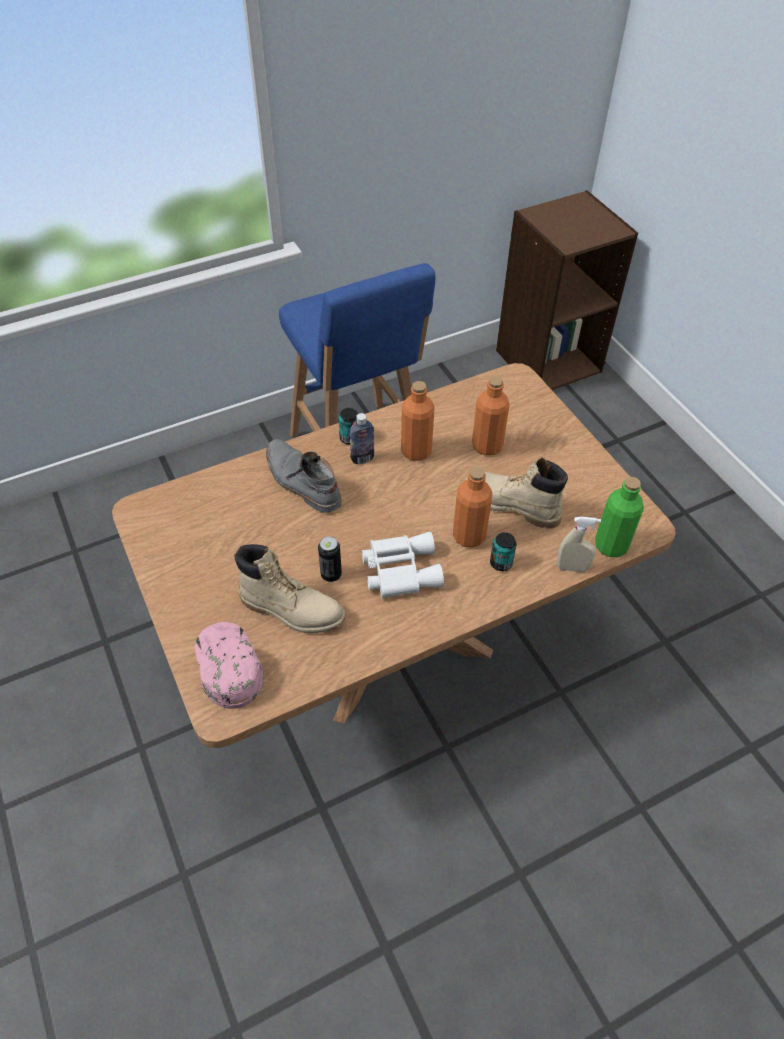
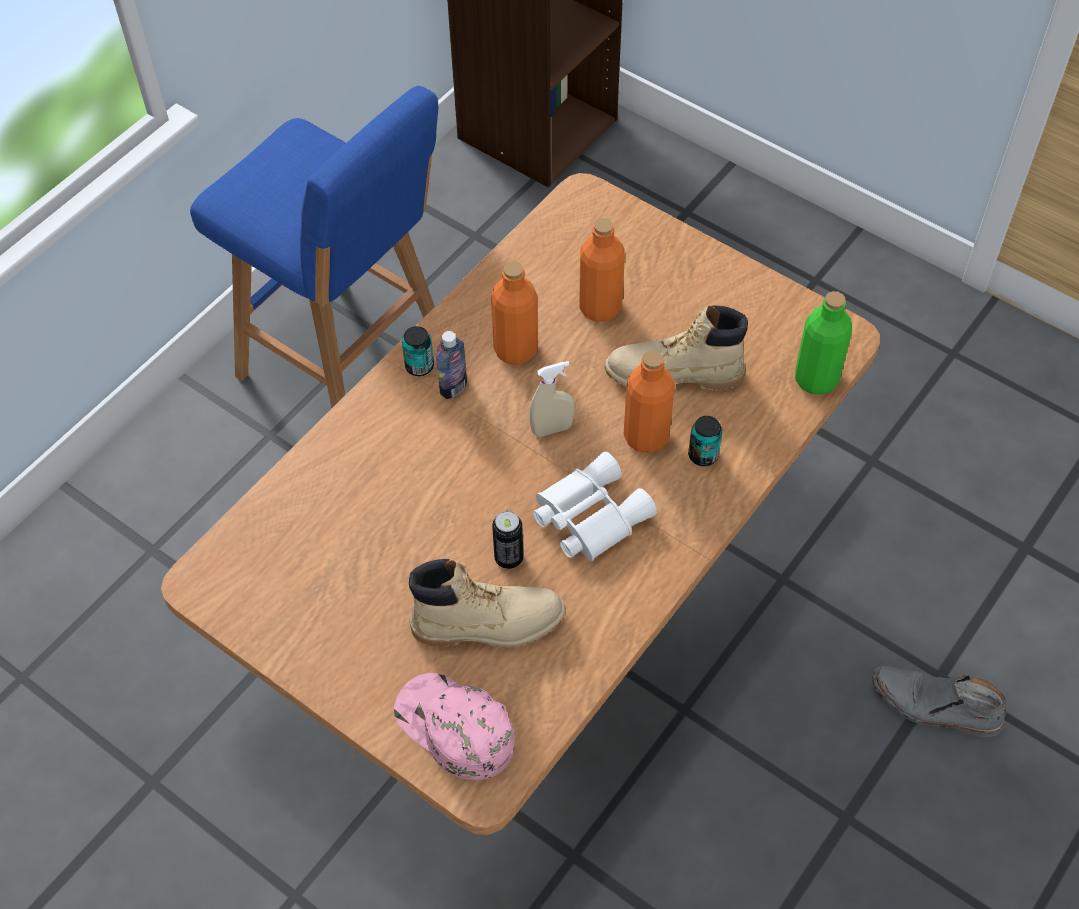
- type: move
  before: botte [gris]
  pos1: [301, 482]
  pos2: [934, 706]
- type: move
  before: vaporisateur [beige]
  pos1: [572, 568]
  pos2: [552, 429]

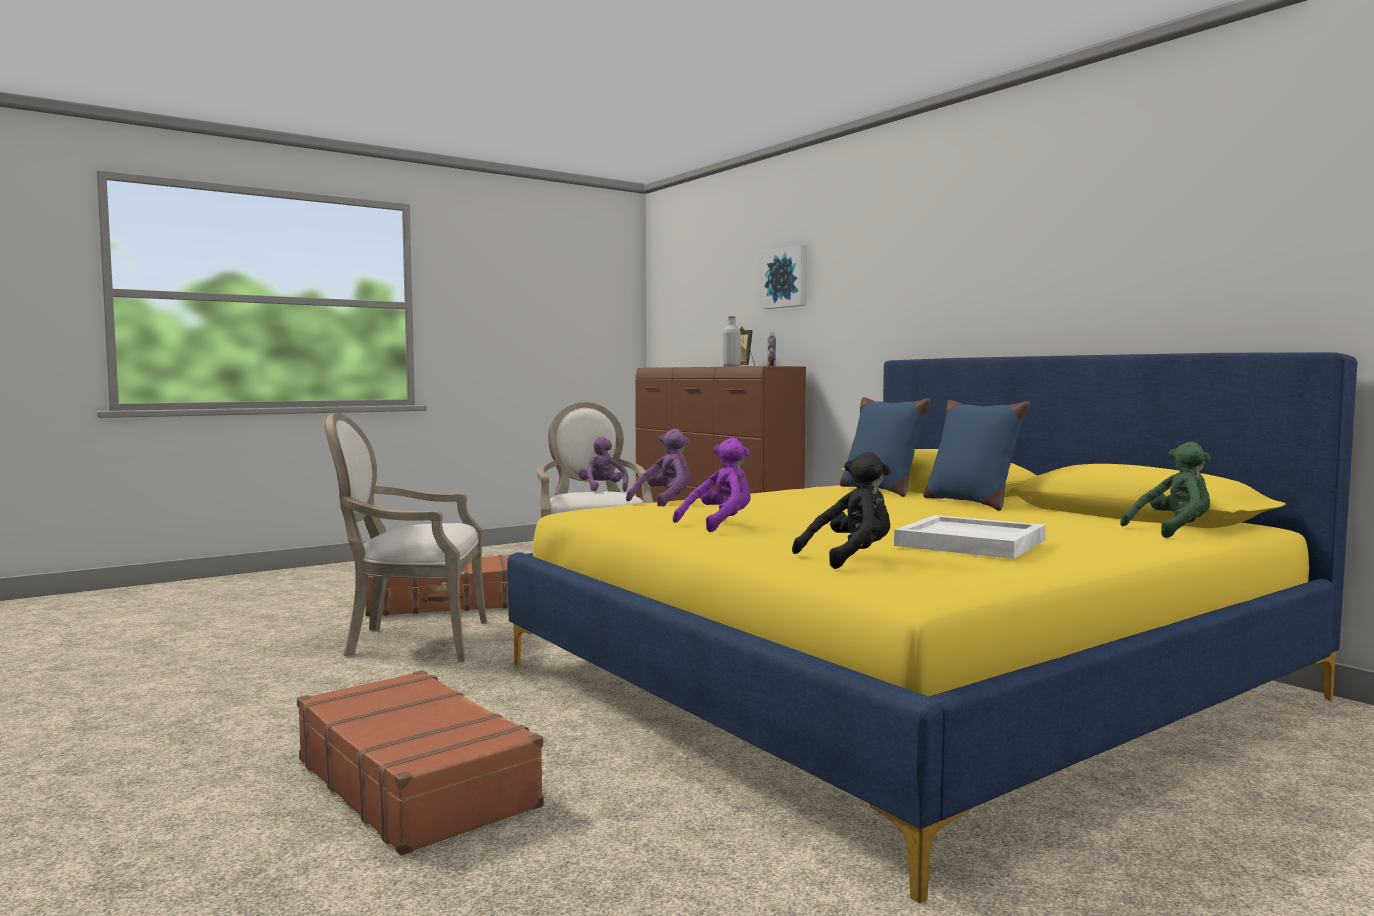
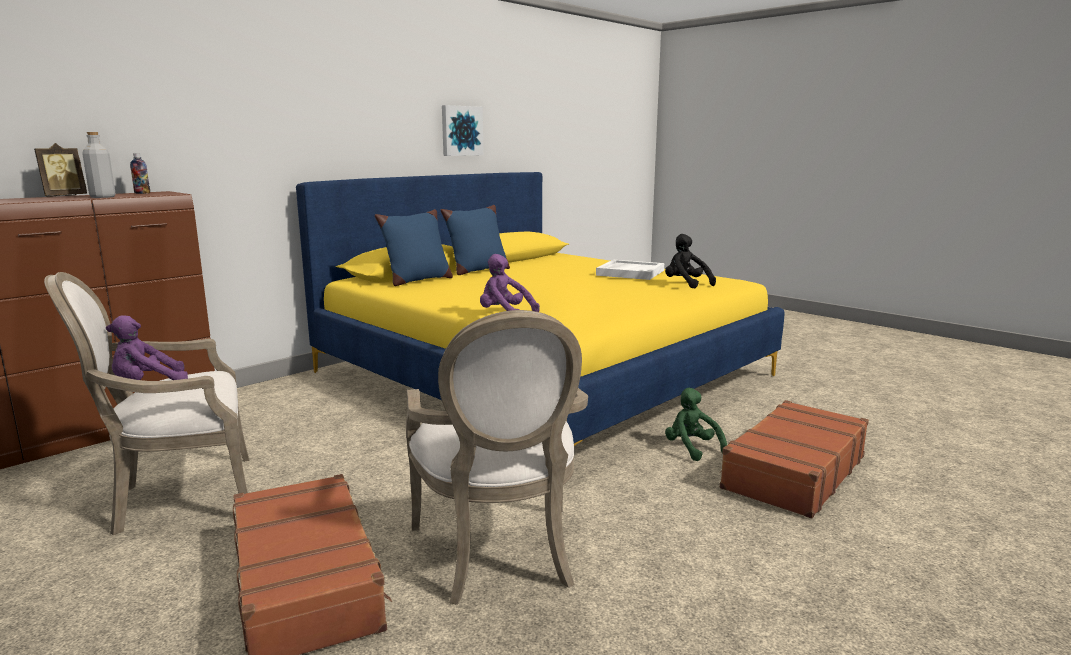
- type: delete
  before: peluche [violet]
  pos1: [719, 524]
- type: move
  before: tableau
  pos1: [786, 278]
  pos2: [461, 131]
- type: move
  before: peluche [vert]
  pos1: [1173, 531]
  pos2: [692, 448]

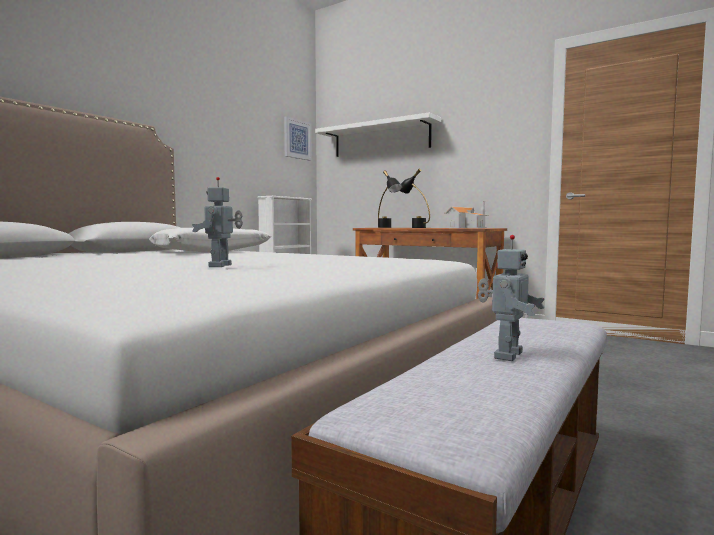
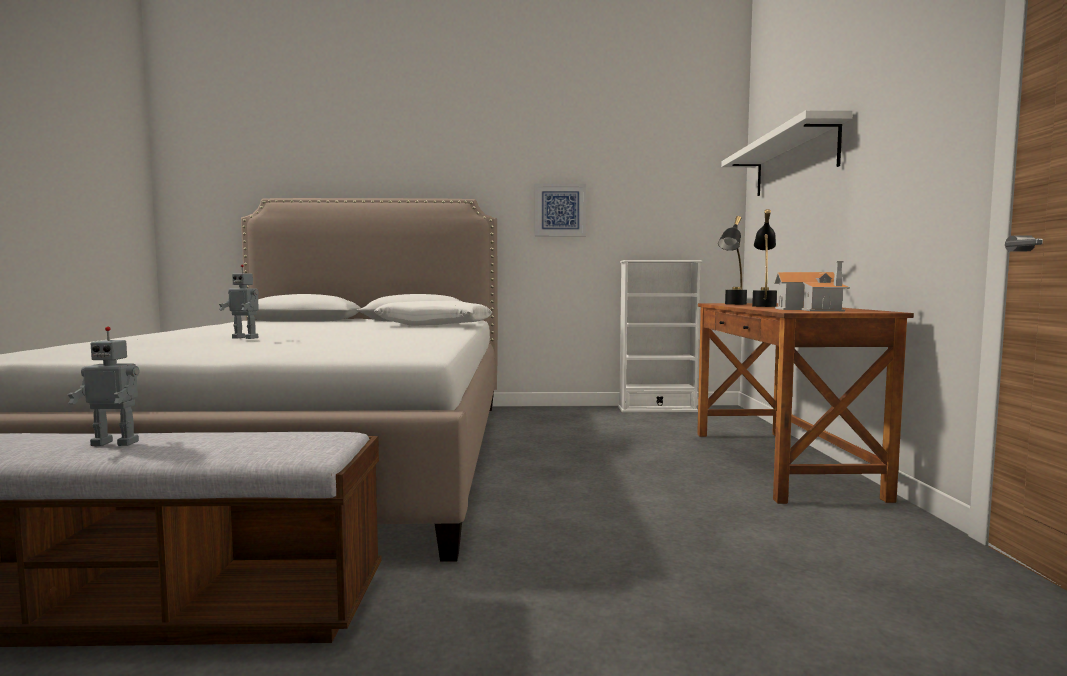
- type: rotate
  before: robot jouet
  pos1: [222, 266]
  pos2: [246, 338]
  turn: -135
- type: move
  before: tableau
  pos1: [297, 139]
  pos2: [560, 210]

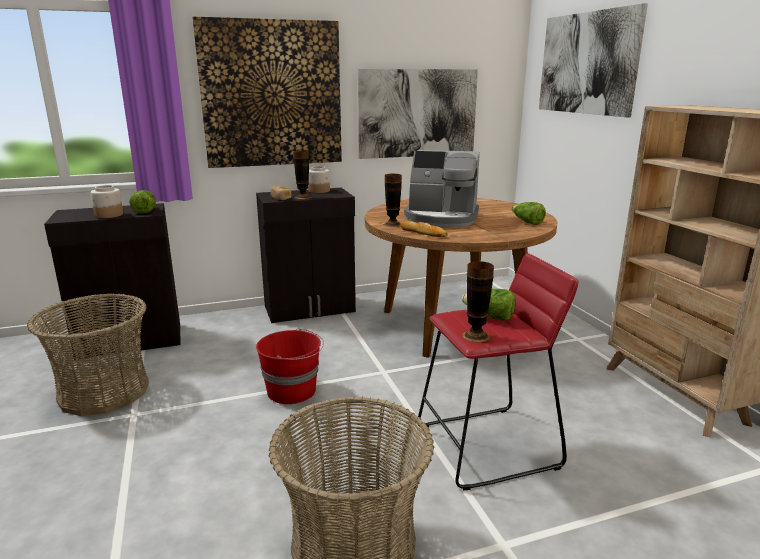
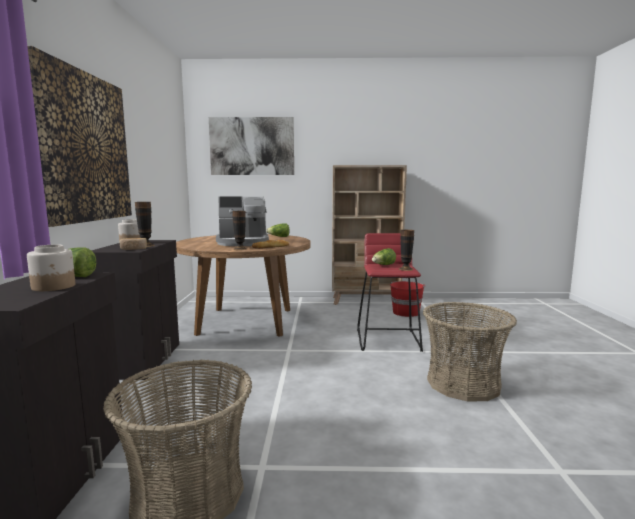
- type: move
  before: seau [rouge]
  pos1: [292, 391]
  pos2: [406, 312]
- type: delete
  before: tableau
  pos1: [418, 113]
- type: rotate
  before: machine à café
  pos1: [441, 218]
  pos2: [243, 243]
  turn: 45

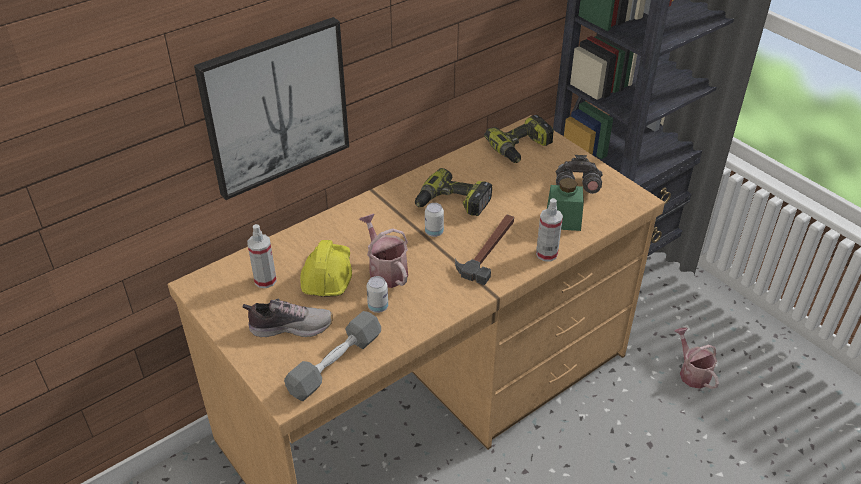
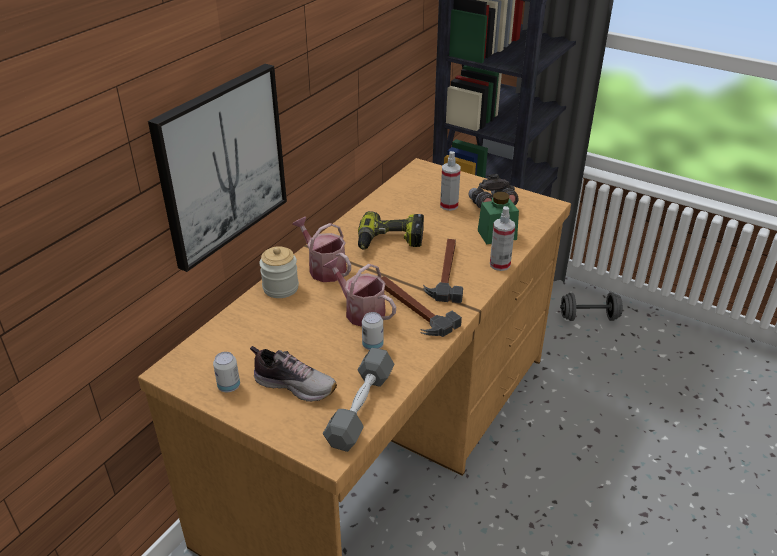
- type: rotate
  before: chaussure
  pos1: [290, 326]
  pos2: [295, 385]
  turn: 45
- type: move
  before: vaporisateur
  pos1: [265, 280]
  pos2: [449, 205]
- type: delete
  before: casque de chantier [jaune]
  pos1: [327, 276]
- type: move
  before: boîte métallique
  pos1: [434, 232]
  pos2: [229, 386]
- type: delete
  before: perceuse
  pos1: [521, 148]
- type: move
  before: arrosoir
  pos1: [692, 372]
  pos2: [324, 268]
- type: insert
  after: bocal
  pos2: [280, 288]
- type: insert
  after: marteau
  pos2: [412, 308]
- type: insert
  after: haltère [gris]
  pos2: [589, 317]

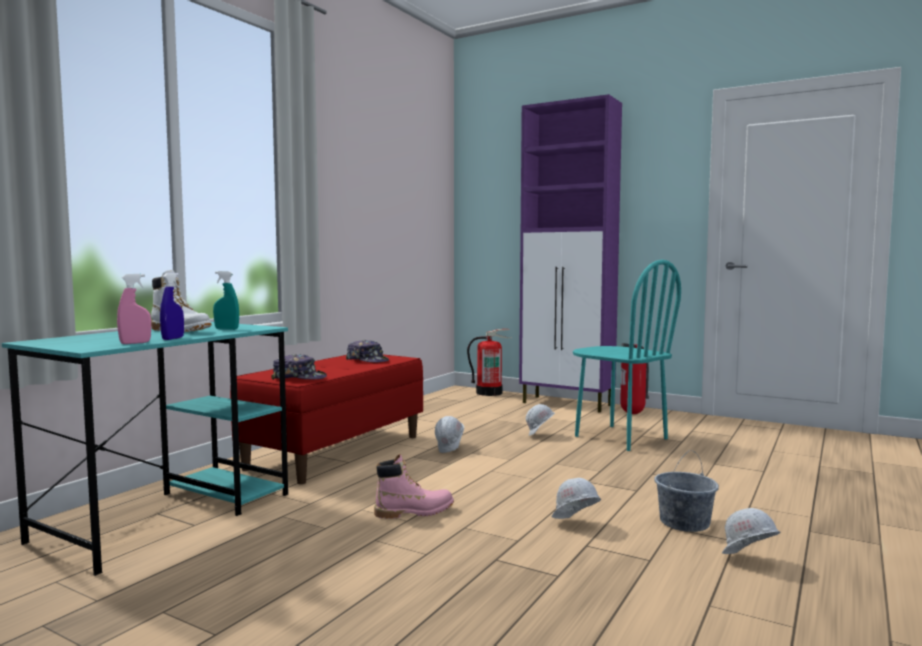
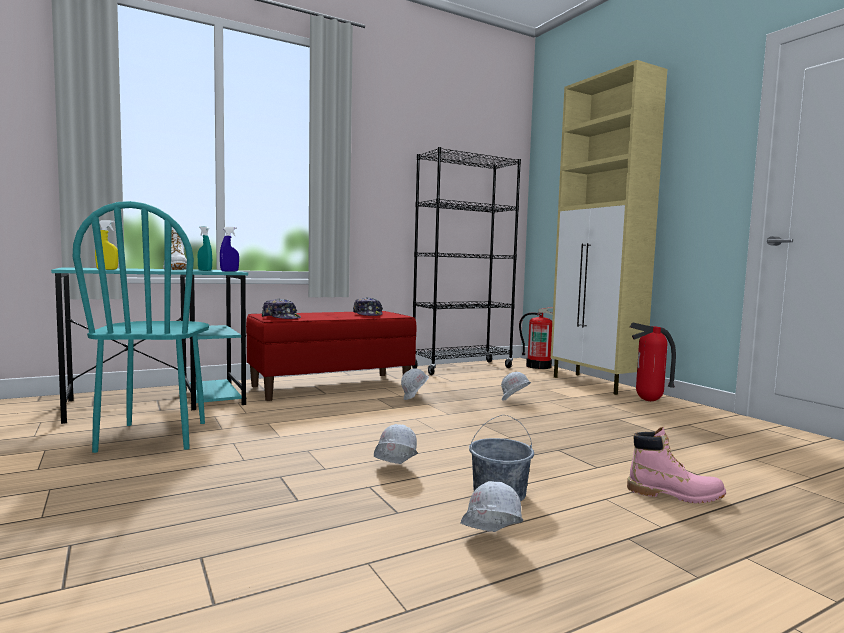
- type: recolor
  before: vaporisateur [rose]
  after: vaporisateur [jaune]
  pos1: [135, 343]
  pos2: [107, 269]
- type: move
  before: vaporisateur [bleu]
  pos1: [173, 338]
  pos2: [229, 271]
- type: move
  before: botte [rose]
  pos1: [414, 512]
  pos2: [675, 495]
- type: recolor
  before: meuble de rangement [violet]
  after: meuble de rangement [beige]
  pos1: [567, 404]
  pos2: [595, 384]
- type: move
  before: chaise [turquoise]
  pos1: [620, 437]
  pos2: [154, 436]
- type: insert
  after: bibliothèque [noir]
  pos2: [462, 368]

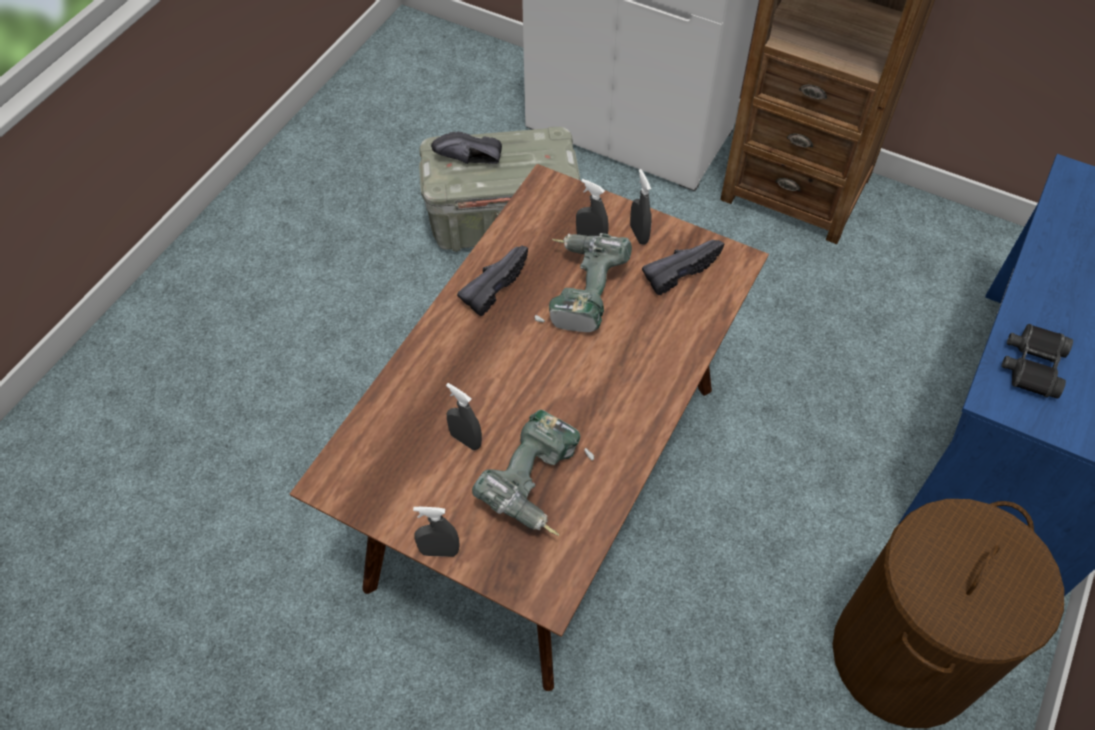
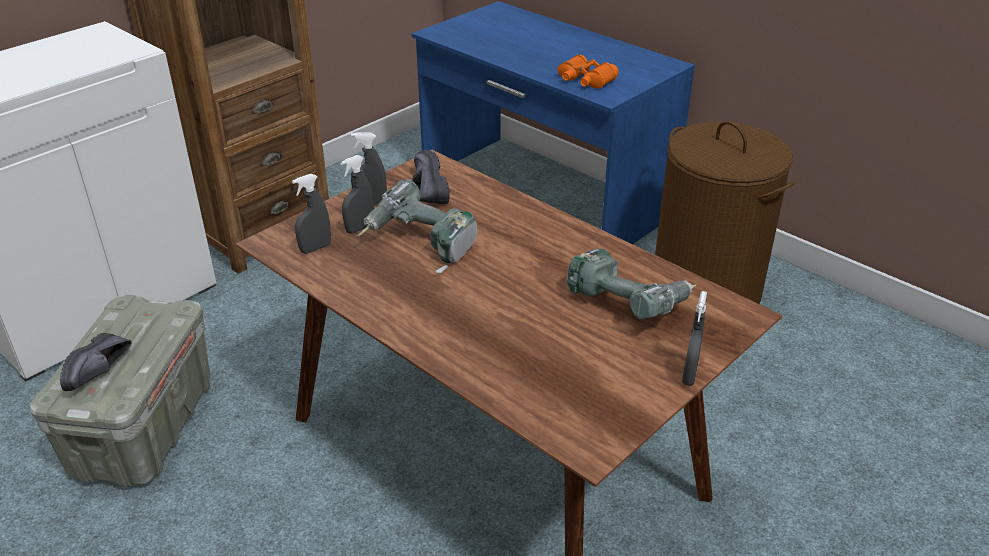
- type: move
  before: vaporisateur [gris]
  pos1: [465, 440]
  pos2: [315, 248]
- type: delete
  before: chaussure [noir]
  pos1: [493, 285]
- type: recolor
  before: jumelles [noir]
  after: jumelles [orange]
  pos1: [1031, 365]
  pos2: [585, 80]

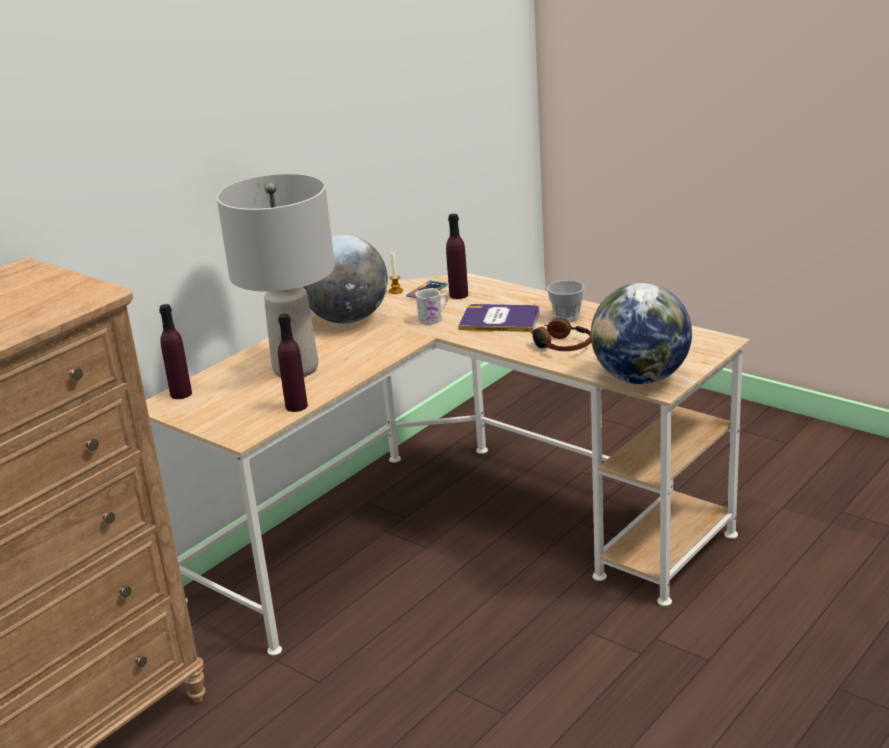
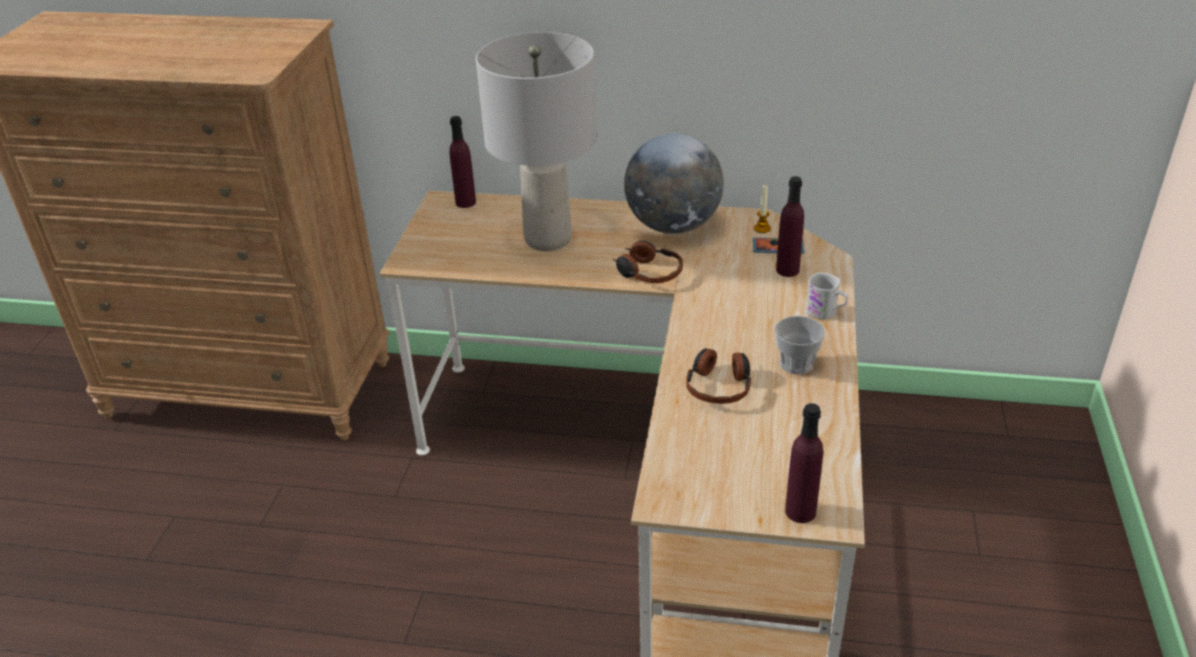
- type: move
  before: bouteille [violet]
  pos1: [296, 406]
  pos2: [800, 511]
- type: move
  before: mug [blanc]
  pos1: [434, 319]
  pos2: [826, 313]
- type: delete
  before: livre
  pos1: [500, 319]
- type: delete
  before: globe
  pos1: [641, 378]
- type: insert
  after: casque audio
  pos2: [648, 272]

